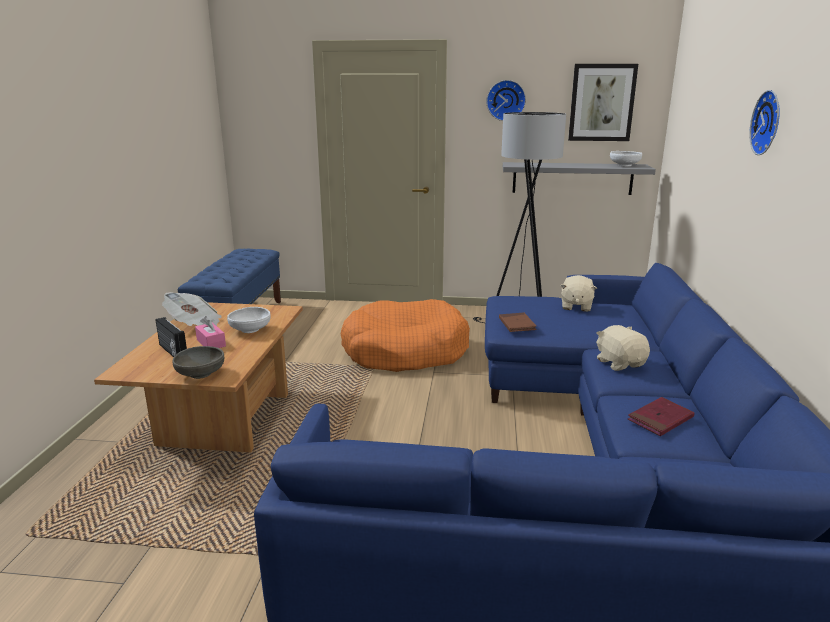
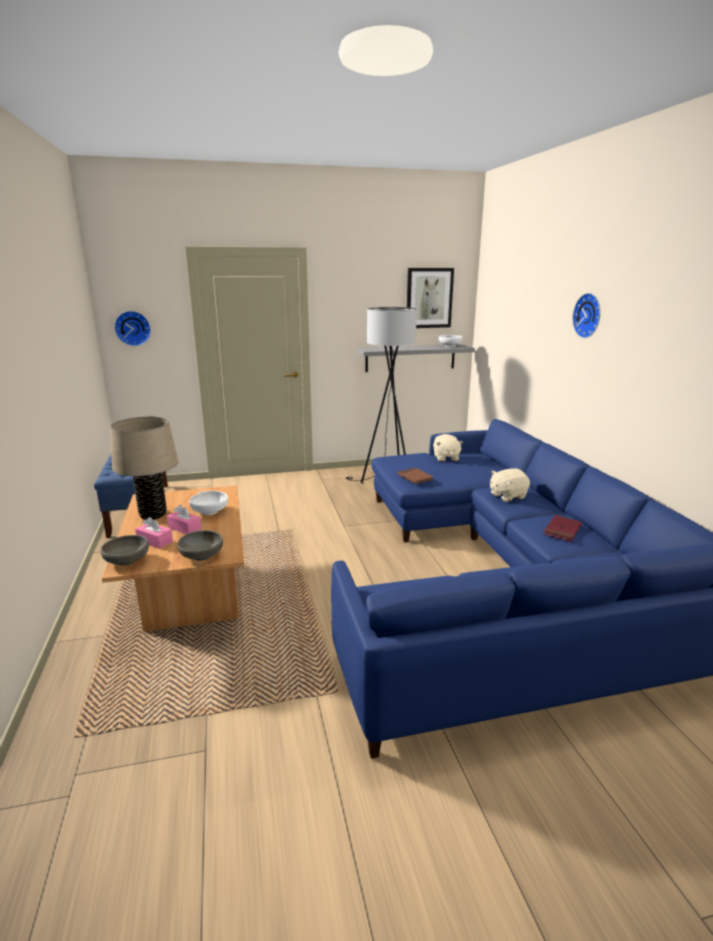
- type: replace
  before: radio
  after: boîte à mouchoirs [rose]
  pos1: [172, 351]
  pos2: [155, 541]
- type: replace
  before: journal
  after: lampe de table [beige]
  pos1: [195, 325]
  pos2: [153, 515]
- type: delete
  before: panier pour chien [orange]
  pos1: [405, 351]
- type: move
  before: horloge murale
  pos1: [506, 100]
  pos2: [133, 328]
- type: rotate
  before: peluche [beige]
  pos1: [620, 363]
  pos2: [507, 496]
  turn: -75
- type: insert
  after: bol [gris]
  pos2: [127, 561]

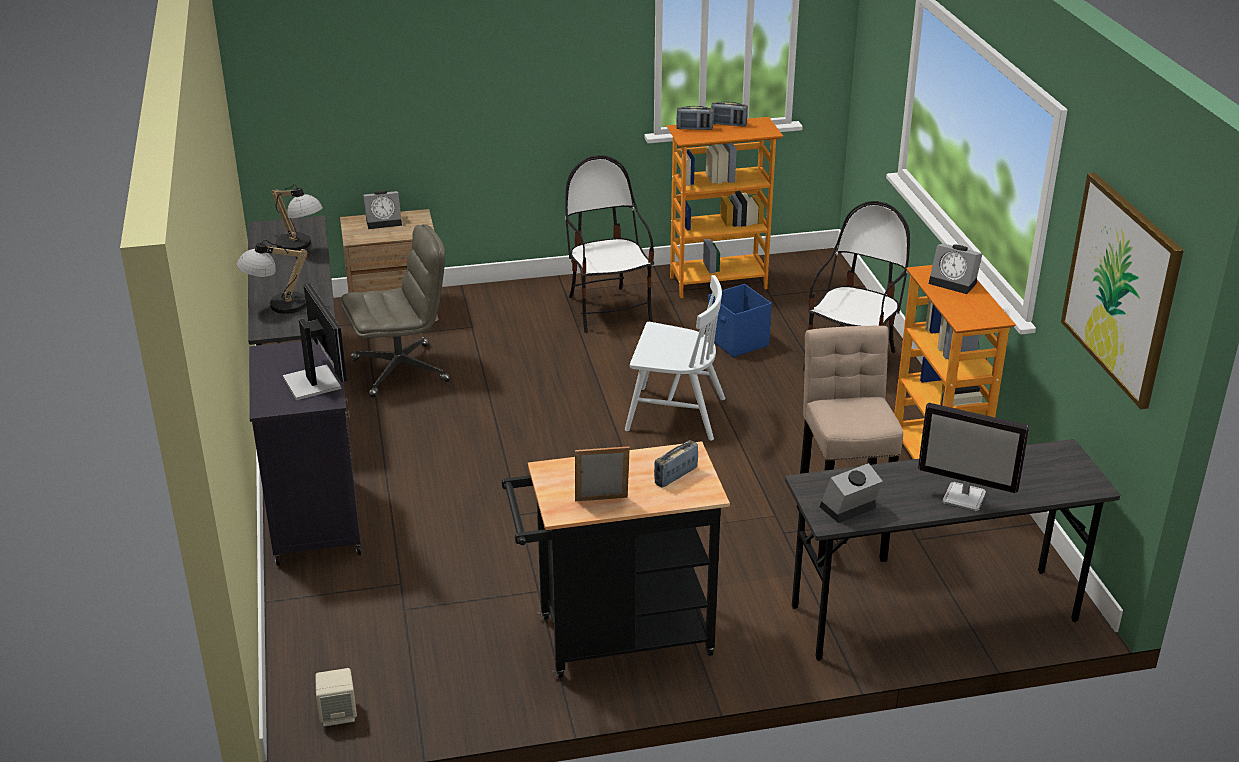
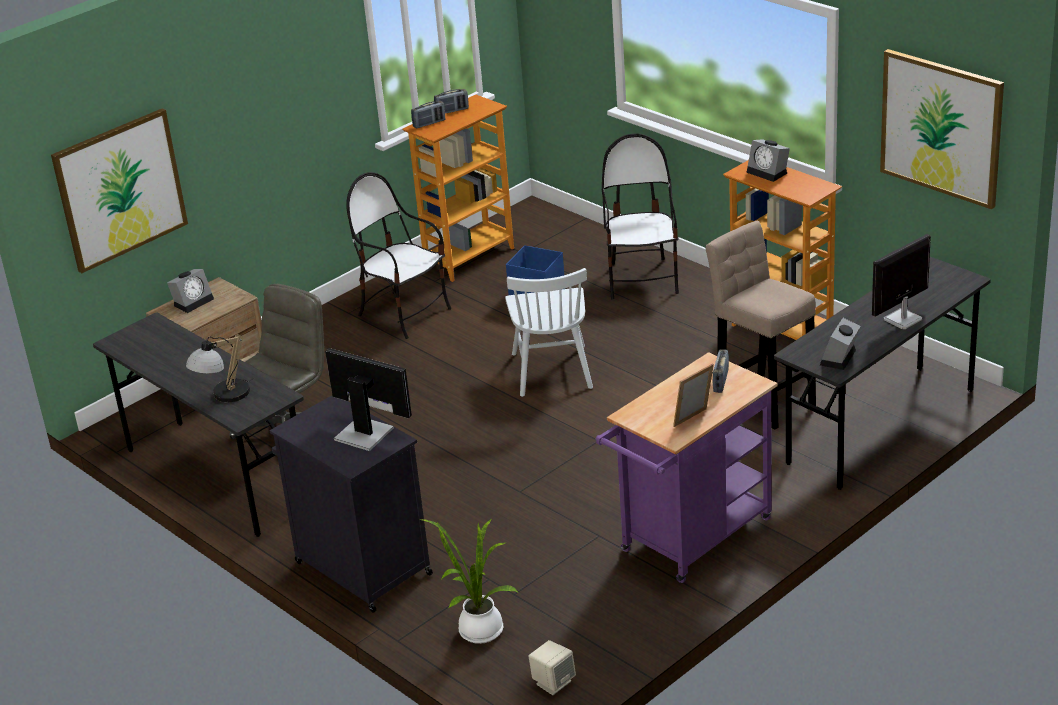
- type: delete
  before: lampe de table
  pos1: [300, 246]
- type: recolor
  before: chariot [noir]
  after: chariot [violet]
  pos1: [614, 639]
  pos2: [690, 541]
- type: rotate
  before: chaise [blanc]
  pos1: [675, 414]
  pos2: [552, 370]
  turn: 105
- type: rotate
  before: écran d'ordinateur
  pos1: [965, 497]
  pos2: [902, 320]
  turn: 150
- type: rotate
  before: réveil
  pos1: [955, 282]
  pos2: [769, 172]
  turn: 45
- type: insert
  after: tableau
  pos2: [120, 189]
- type: insert
  after: plante en pot
  pos2: [477, 630]

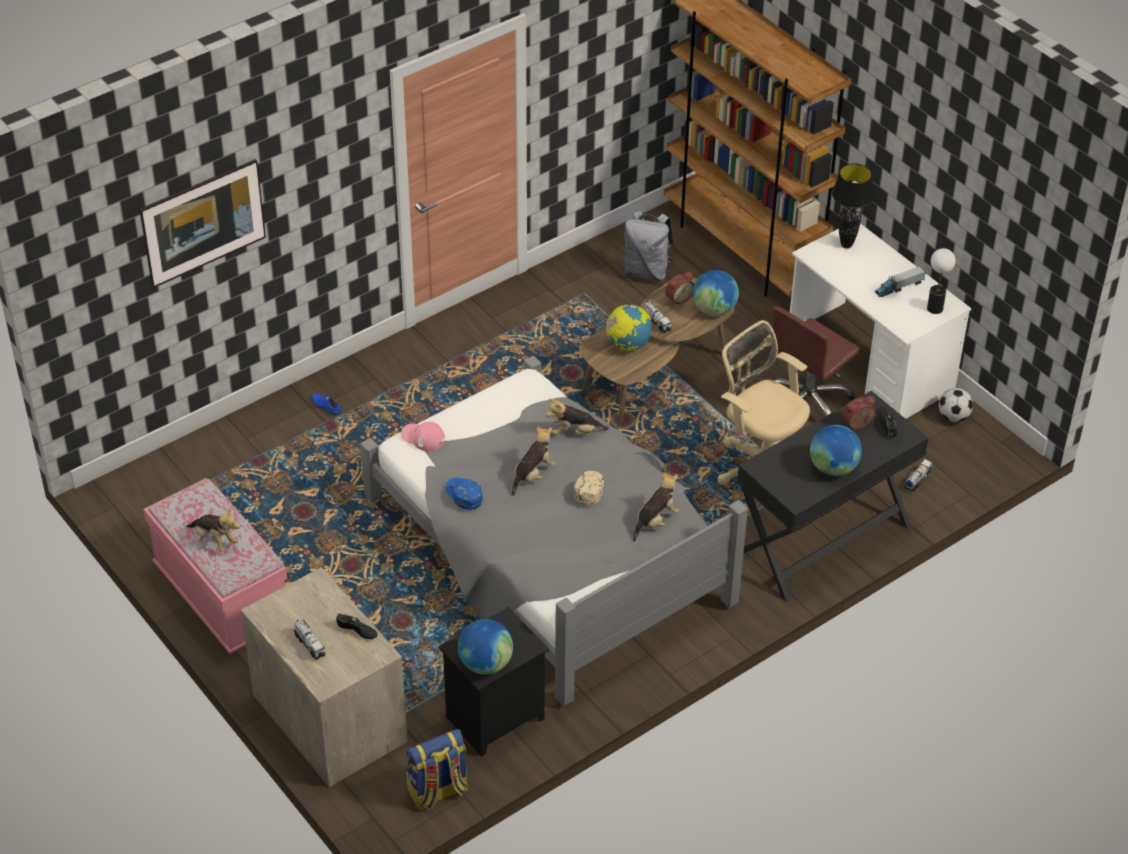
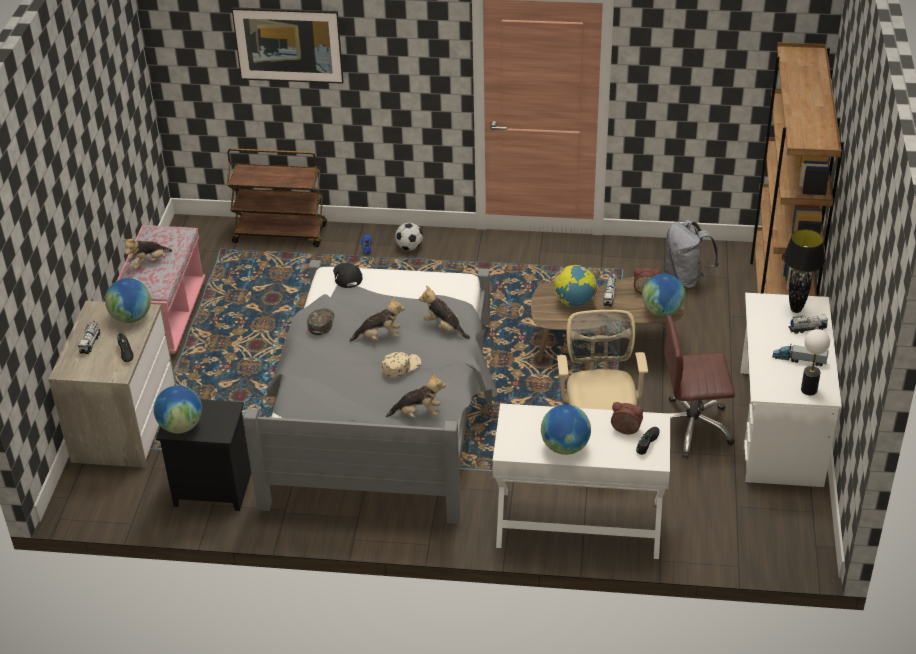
- type: rotate
  before: peluche
  pos1: [214, 540]
  pos2: [148, 263]
  turn: 60
- type: recolor
  before: casquette [rose]
  after: casquette [noir]
  pos1: [423, 437]
  pos2: [347, 276]
- type: delete
  before: sac à dos
  pos1: [438, 792]
- type: recolor
  before: casquette [bleu]
  after: casquette [vert]
  pos1: [463, 495]
  pos2: [320, 322]
- type: recolor
  before: bureau [noir]
  after: bureau [blanc]
  pos1: [823, 540]
  pos2: [578, 524]
- type: move
  before: camion jouet
  pos1: [917, 480]
  pos2: [807, 329]
- type: move
  before: ballon de foot
  pos1: [953, 417]
  pos2: [409, 247]
- type: insert
  after: globe
  pos2: [132, 317]
- type: insert
  after: chariot [marron]
  pos2: [281, 234]

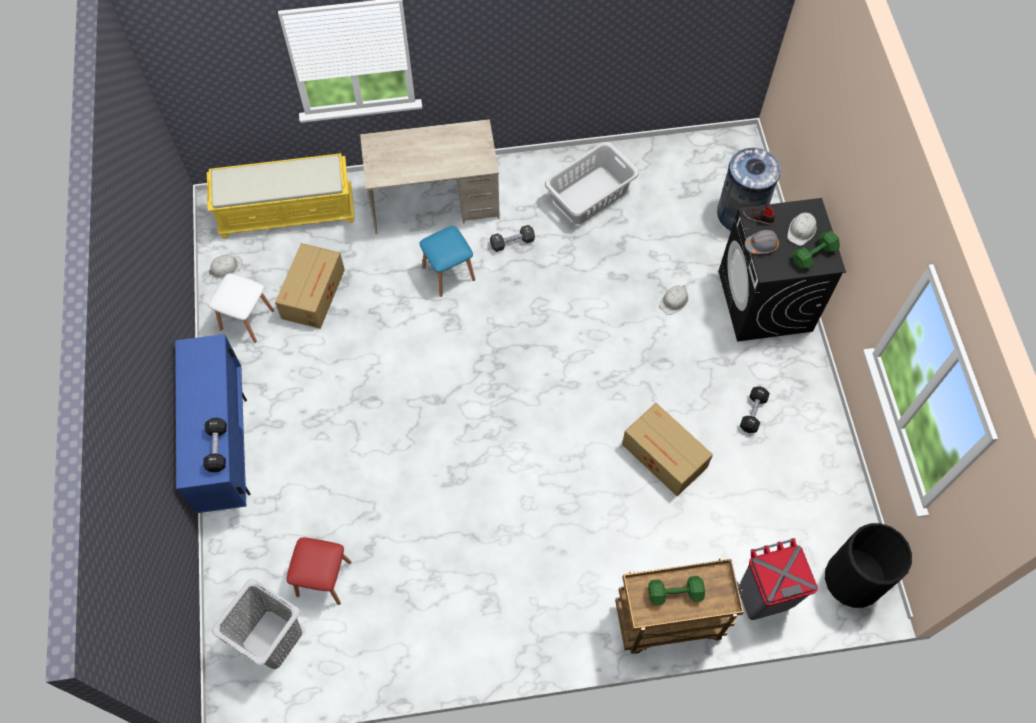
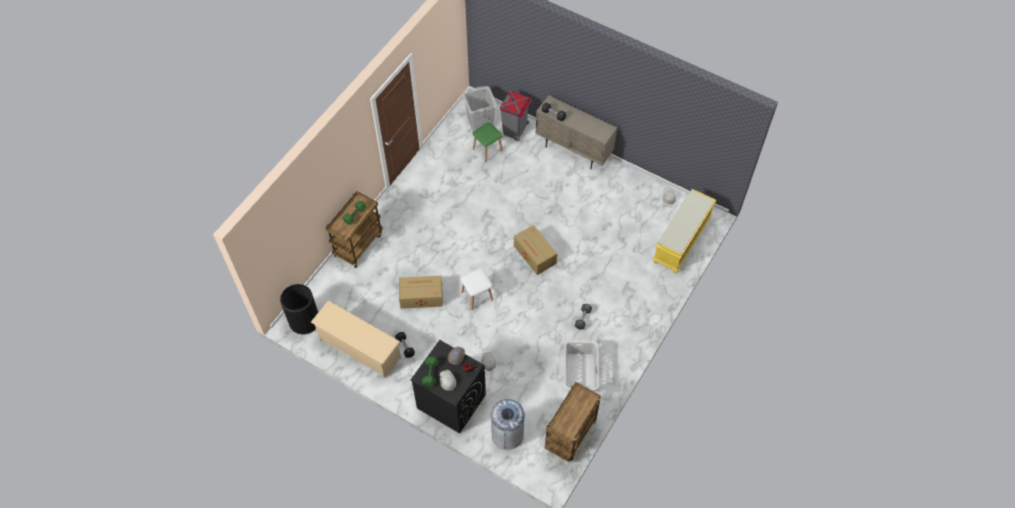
- type: recolor
  before: meuble de rangement [bleu]
  after: meuble de rangement [beige]
  pos1: [227, 448]
  pos2: [573, 151]
- type: move
  before: tabouret [blanc]
  pos1: [247, 319]
  pos2: [477, 295]
- type: move
  before: carton
  pos1: [314, 293]
  pos2: [535, 255]
- type: recolor
  before: tabouret [rouge]
  after: tabouret [vert]
  pos1: [324, 578]
  pos2: [487, 150]
- type: delete
  before: bureau [beige]
  pos1: [434, 203]
- type: delete
  before: tabouret [bleu]
  pos1: [448, 273]
- type: move
  before: poubelle [gris]
  pos1: [763, 596]
  pos2: [515, 130]
- type: insert
  after: étagère à chaussures [beige]
  pos2: [359, 349]
- type: insert
  after: chariot [marron]
  pos2: [570, 436]

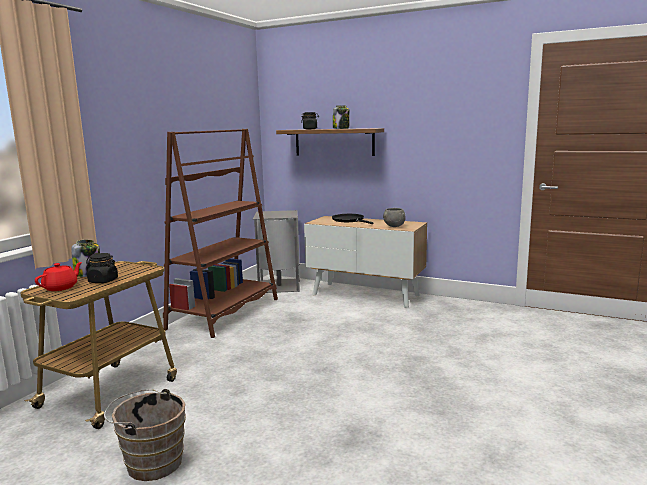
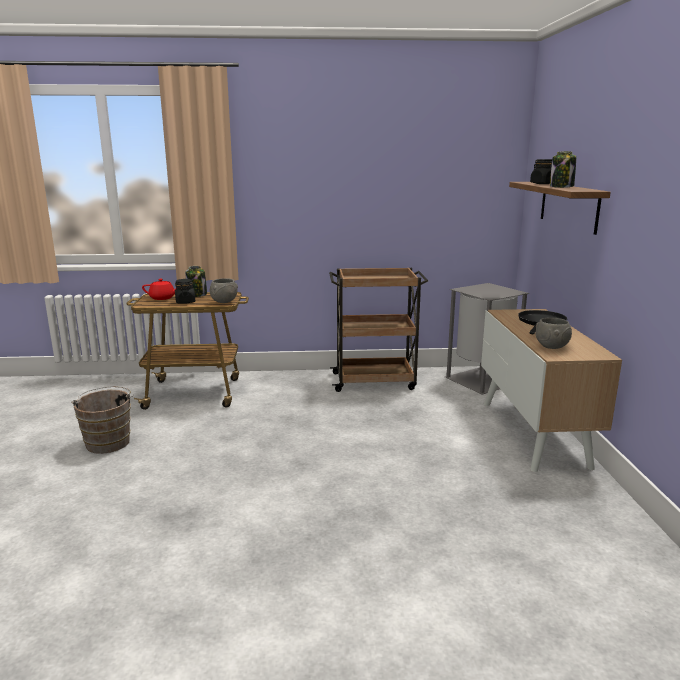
- type: replace
  before: bibliothèque [marron]
  after: chariot [marron]
  pos1: [225, 313]
  pos2: [375, 381]
- type: insert
  after: bol [gris]
  pos2: [224, 302]

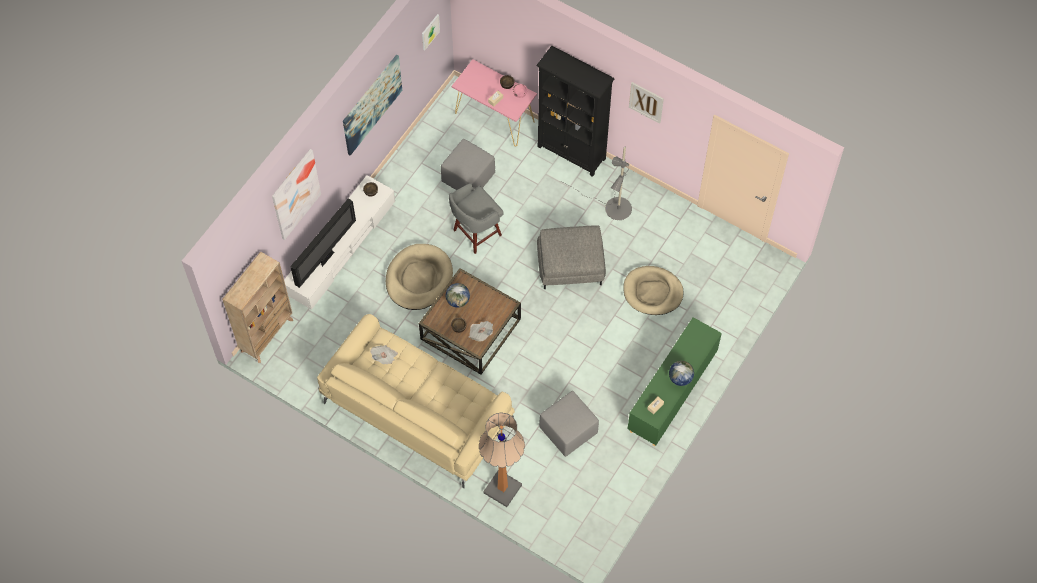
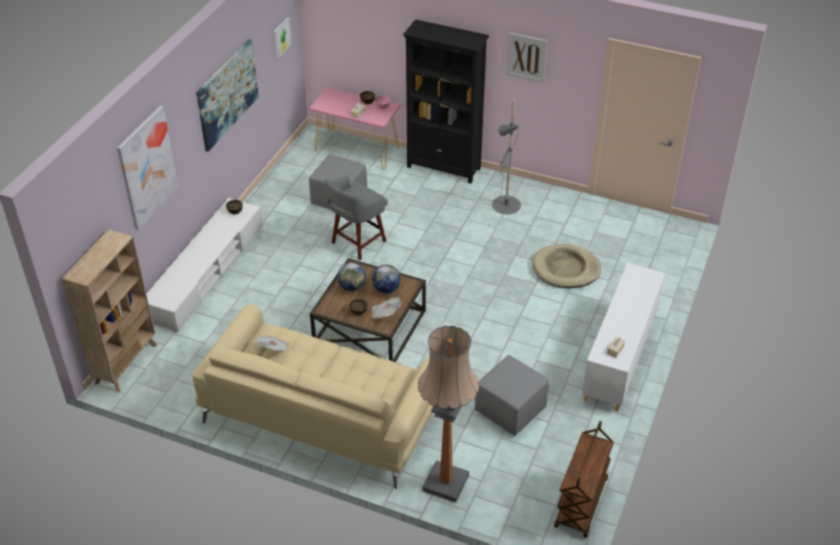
- type: delete
  before: téléviseur
  pos1: [327, 257]
- type: delete
  before: panier pour chien [beige]
  pos1: [419, 278]
- type: delete
  before: pouf [gris]
  pos1: [570, 265]
- type: recolor
  before: meuble de rangement [vert]
  after: meuble de rangement [blanc]
  pos1: [672, 393]
  pos2: [619, 357]
- type: move
  before: globe
  pos1: [680, 378]
  pos2: [386, 289]
- type: insert
  after: chariot [marron]
  pos2: [581, 504]

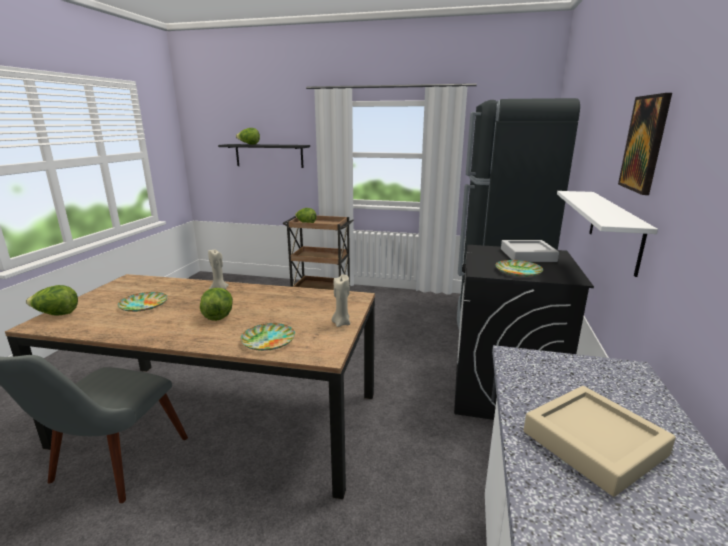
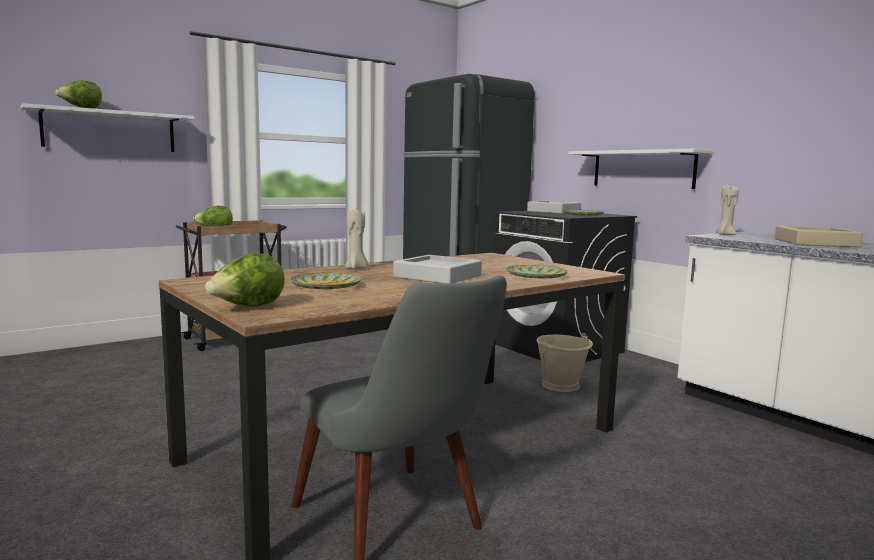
- type: replace
  before: laitue
  after: plateau [gris]
  pos1: [218, 315]
  pos2: [438, 276]
- type: recolor
  before: étagère [noir]
  after: étagère [blanc]
  pos1: [269, 155]
  pos2: [110, 130]
- type: move
  before: bougie [beige]
  pos1: [341, 323]
  pos2: [725, 235]
- type: delete
  before: tableau
  pos1: [645, 143]
- type: insert
  after: seau [beige]
  pos2: [561, 385]

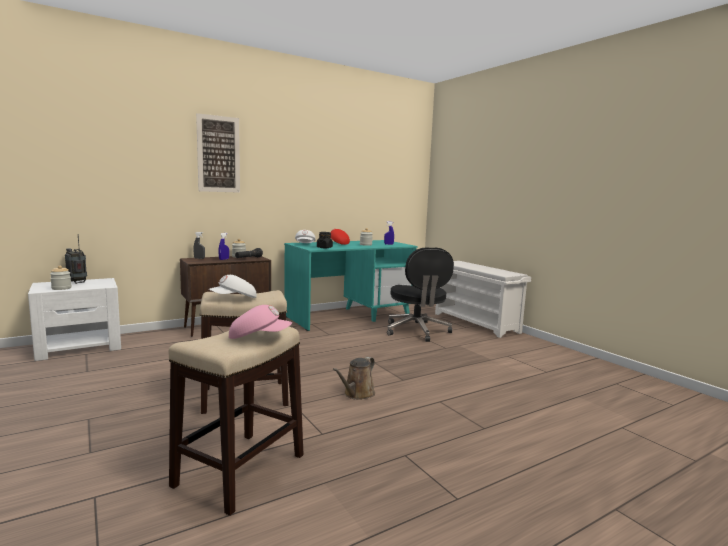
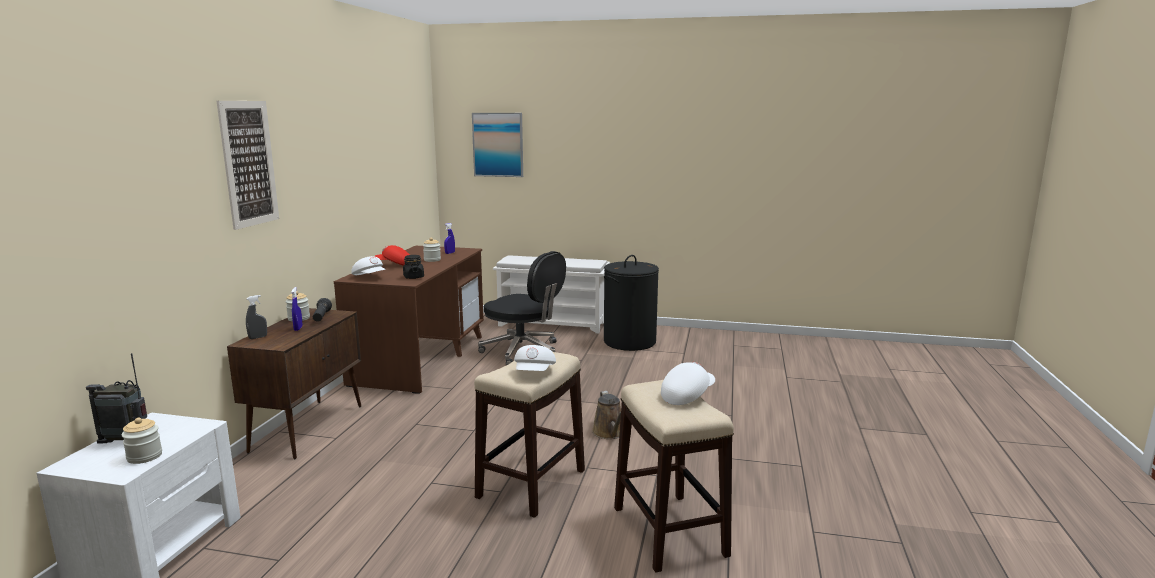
- type: recolor
  before: casquette [rose]
  after: casquette [blanc]
  pos1: [259, 337]
  pos2: [687, 395]
- type: recolor
  before: bureau [turquoise]
  after: bureau [marron]
  pos1: [349, 316]
  pos2: [420, 358]
- type: insert
  after: tableau
  pos2: [498, 144]
- type: insert
  after: panier à linge [noir]
  pos2: [629, 341]

